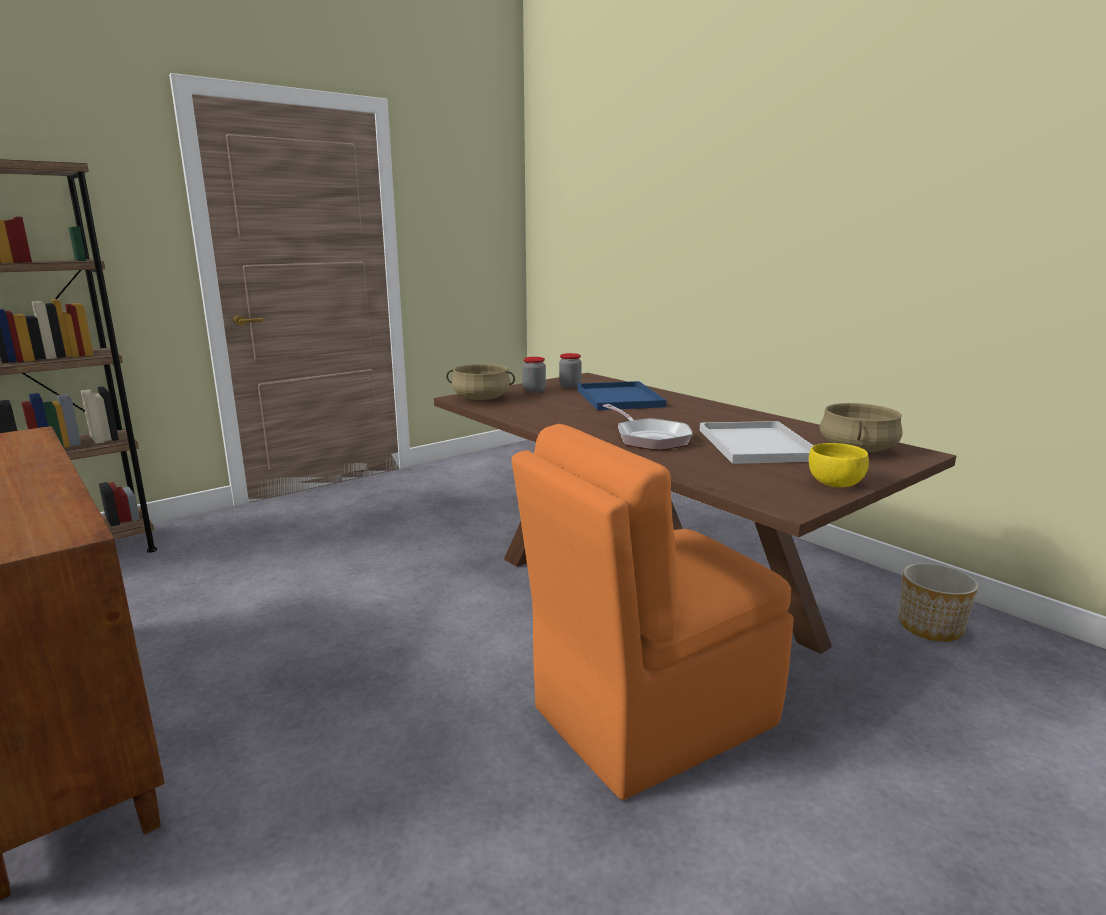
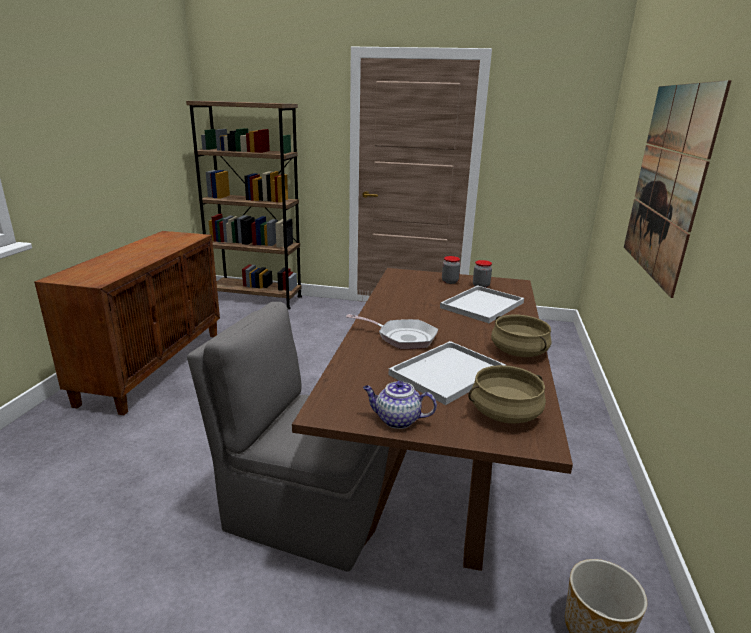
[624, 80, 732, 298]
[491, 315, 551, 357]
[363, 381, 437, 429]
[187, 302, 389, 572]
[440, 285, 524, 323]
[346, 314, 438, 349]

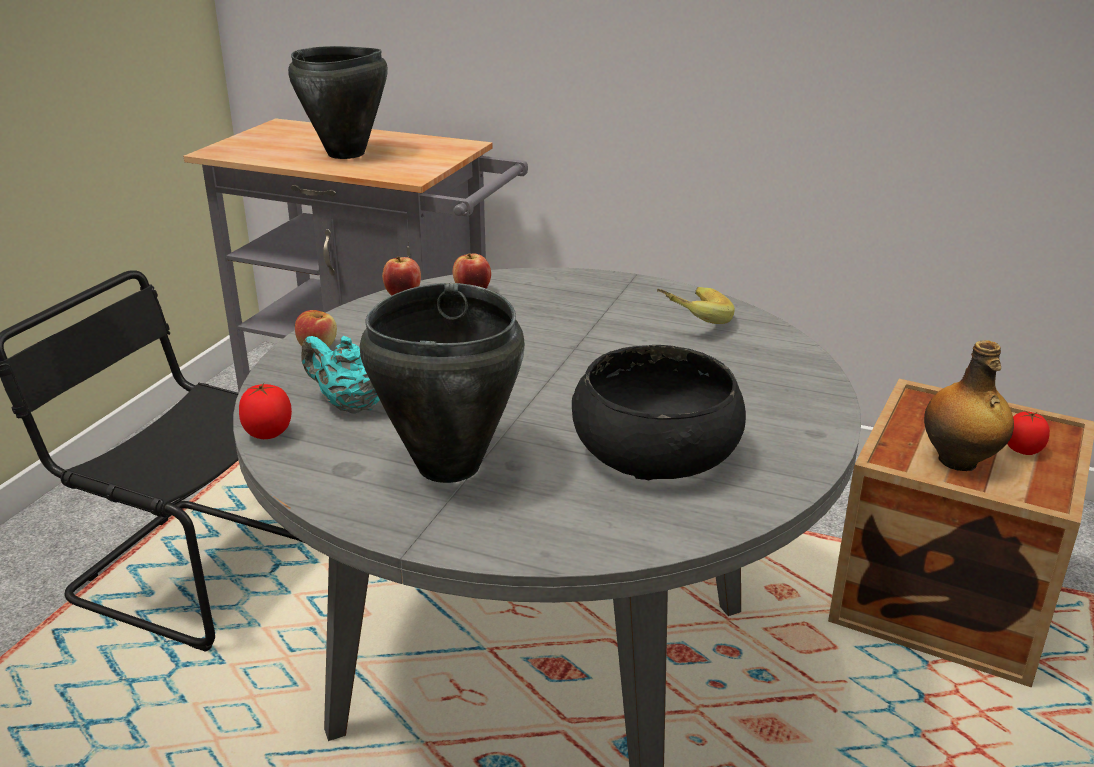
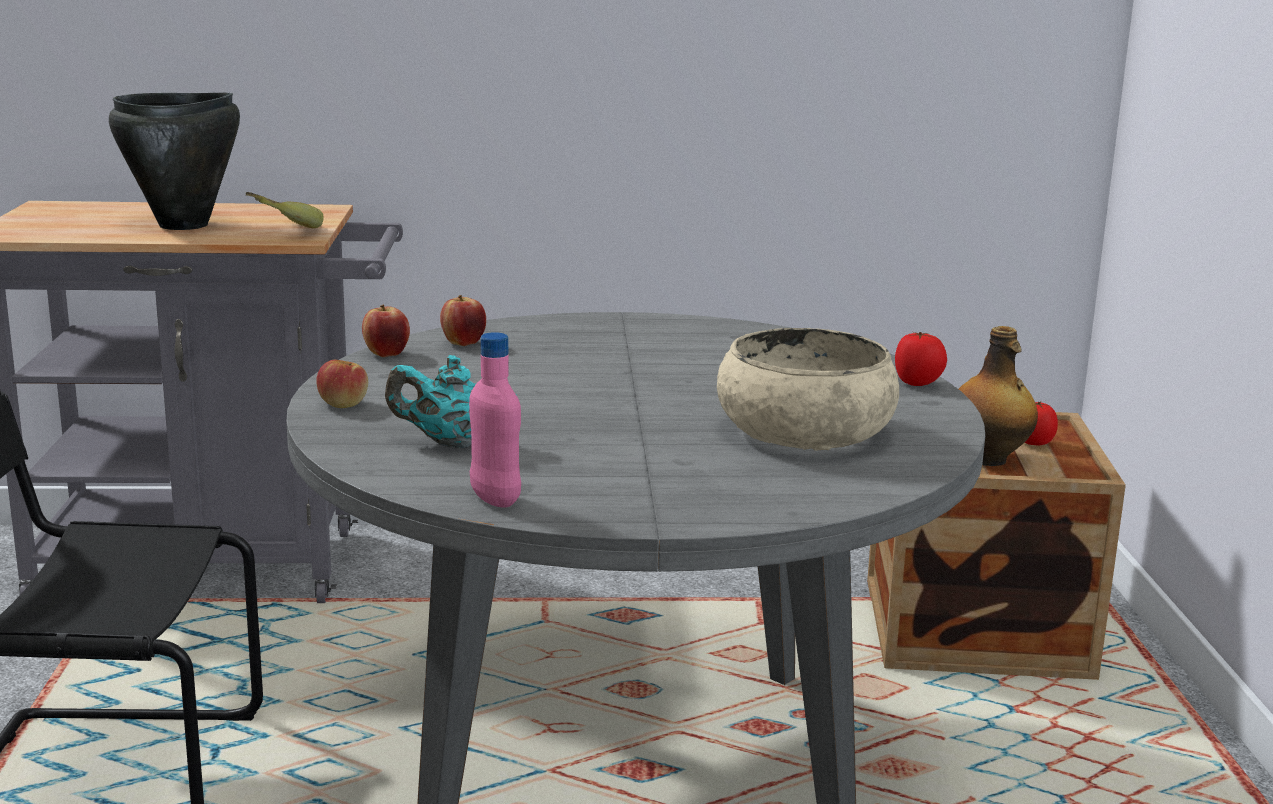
[360, 283, 525, 483] (first image)
[469, 332, 521, 507]
[895, 332, 947, 386]
[246, 192, 323, 228]
[717, 328, 899, 451]

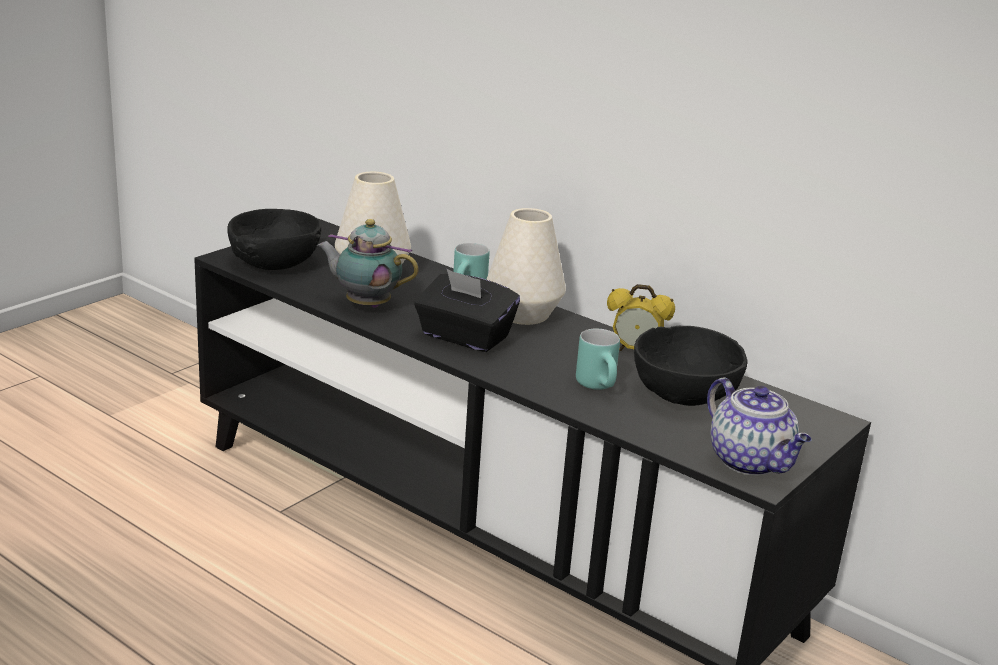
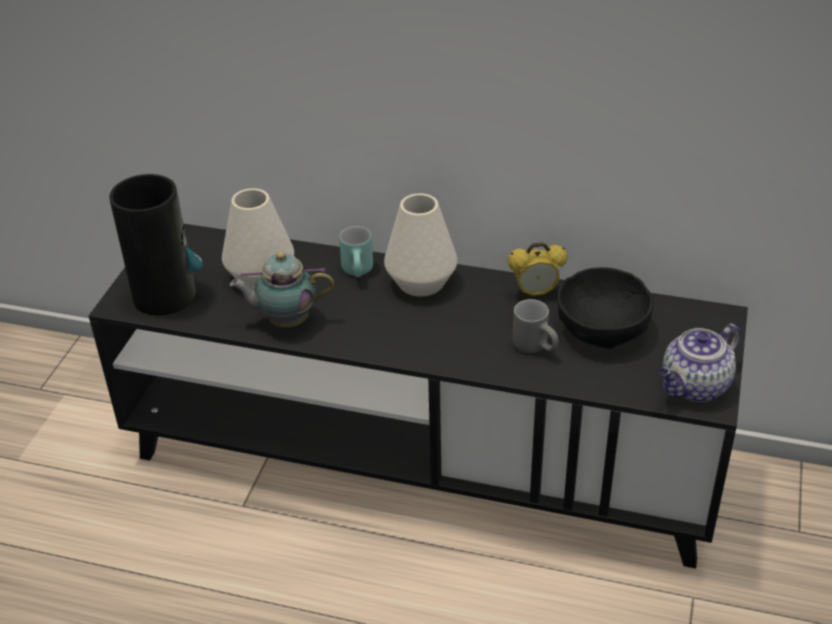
[414, 269, 520, 352] (first image)
[109, 174, 203, 315]
[513, 299, 559, 353]
[659, 324, 741, 402]

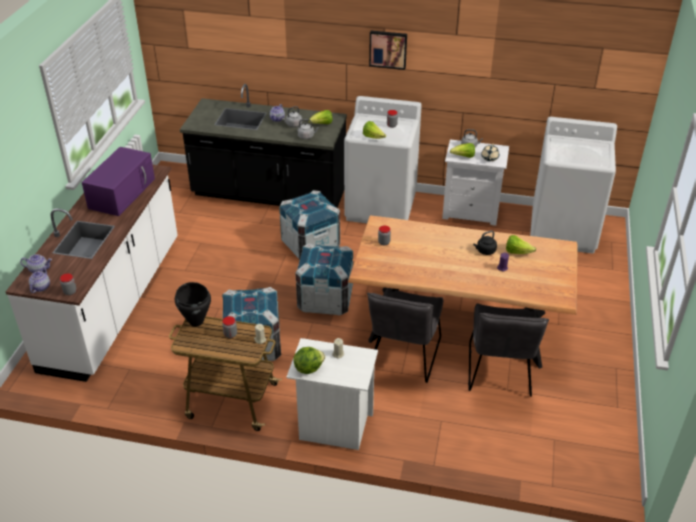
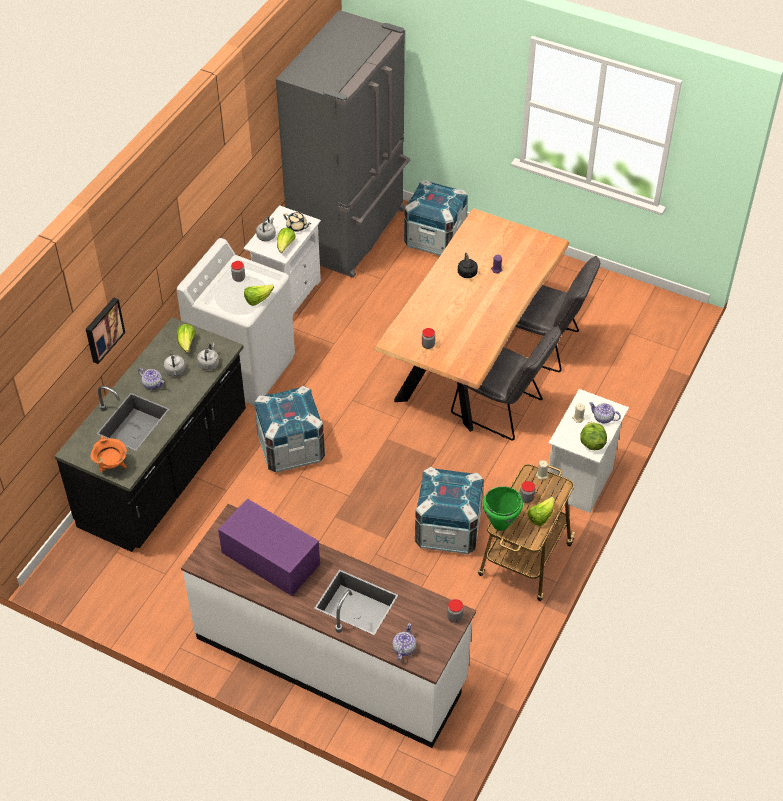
[90, 436, 127, 472]
[589, 402, 621, 424]
[404, 180, 468, 256]
[86, 298, 125, 364]
[527, 497, 555, 526]
[276, 10, 410, 278]
[483, 486, 523, 531]

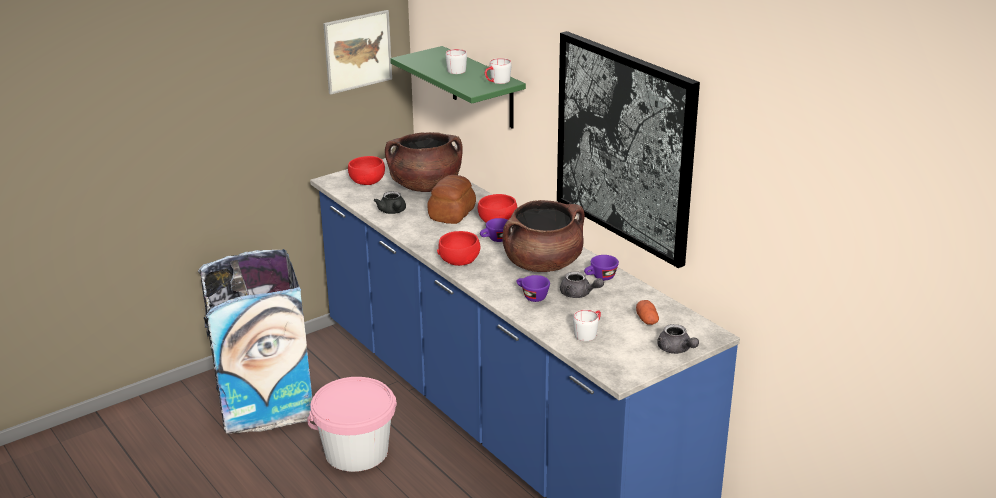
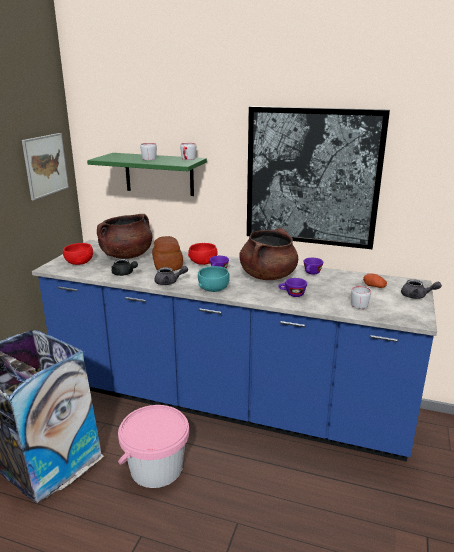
[154, 266, 188, 285]
[198, 266, 230, 292]

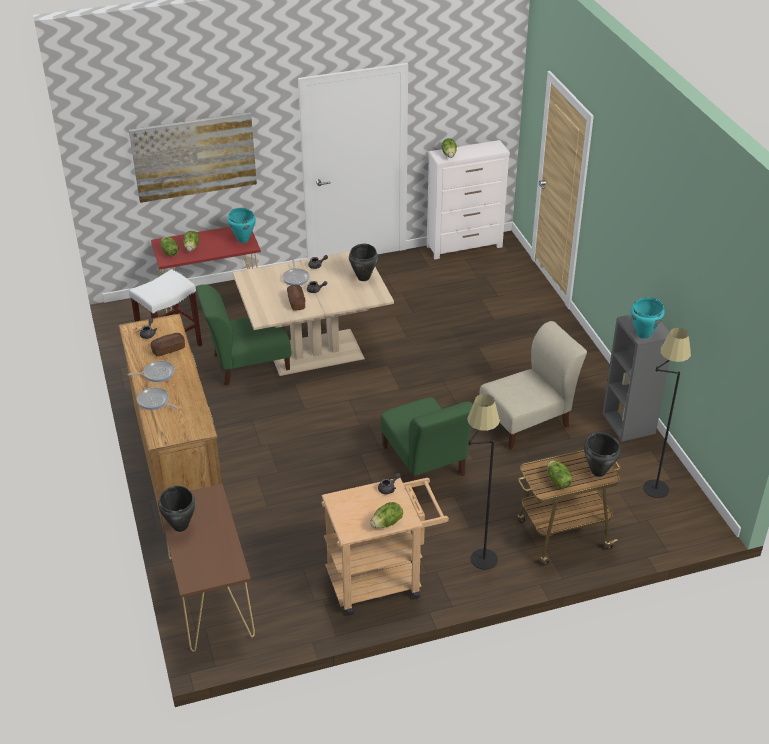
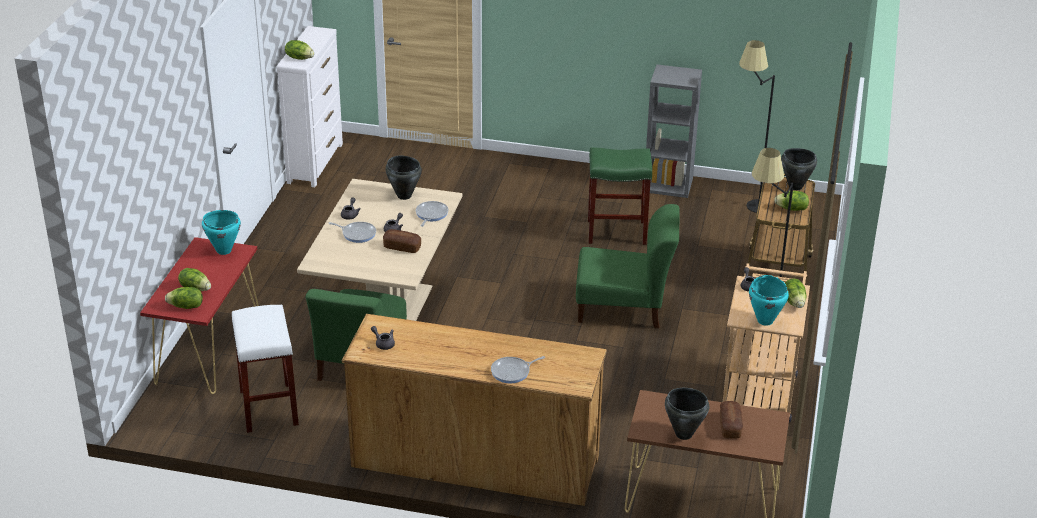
[129, 112, 257, 203] (first image)
[416, 201, 448, 227]
[720, 401, 743, 439]
[749, 275, 789, 326]
[588, 147, 652, 245]

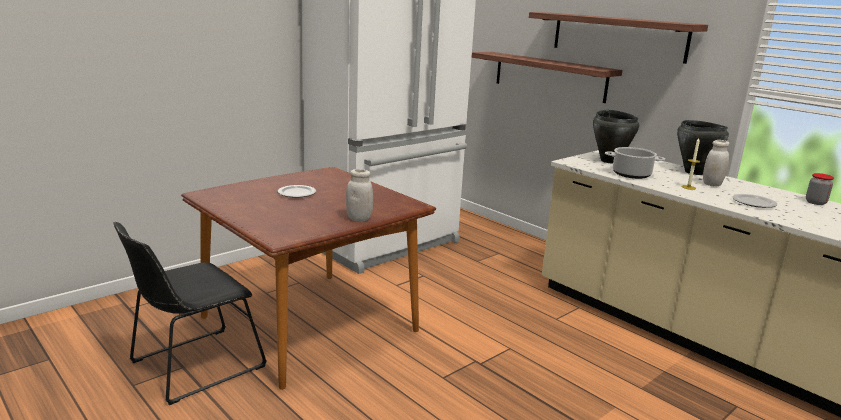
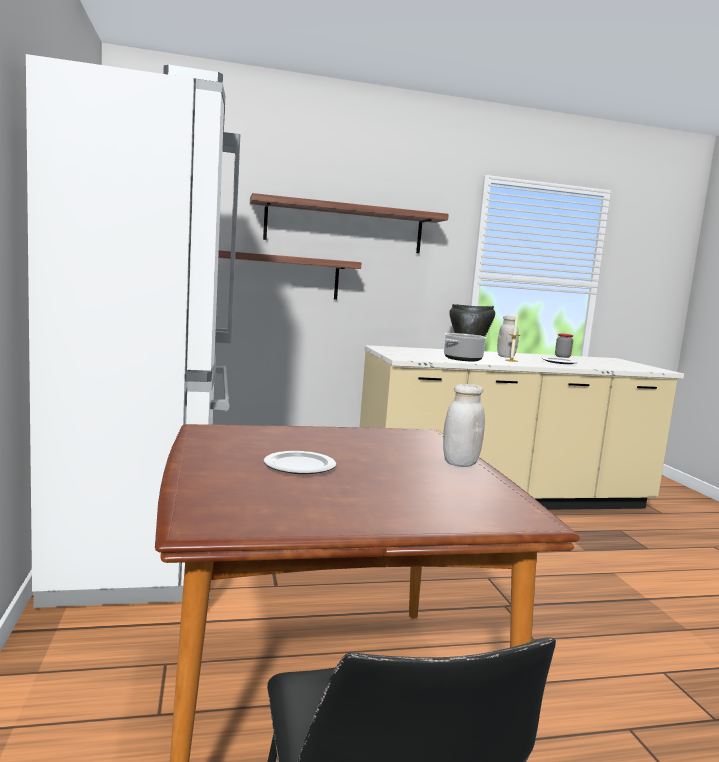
[593, 110, 639, 164] (first image)

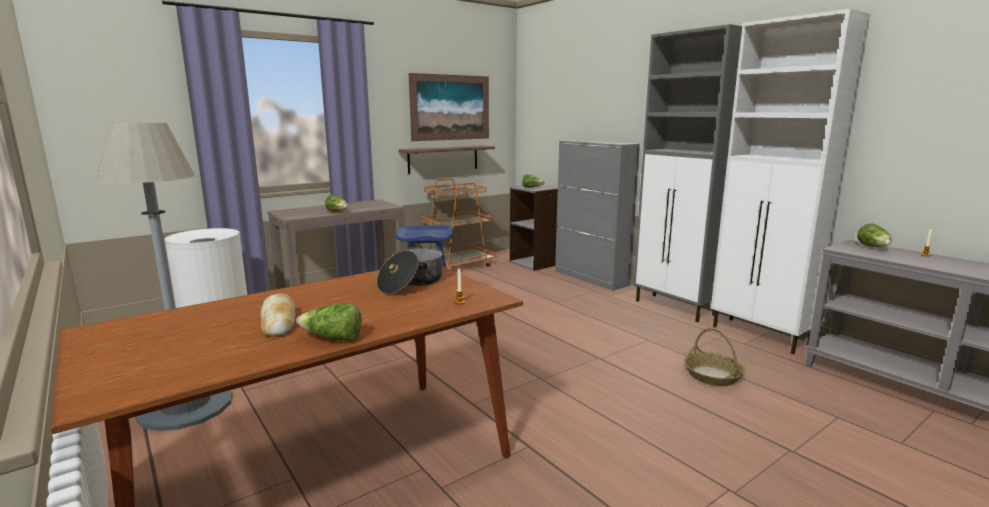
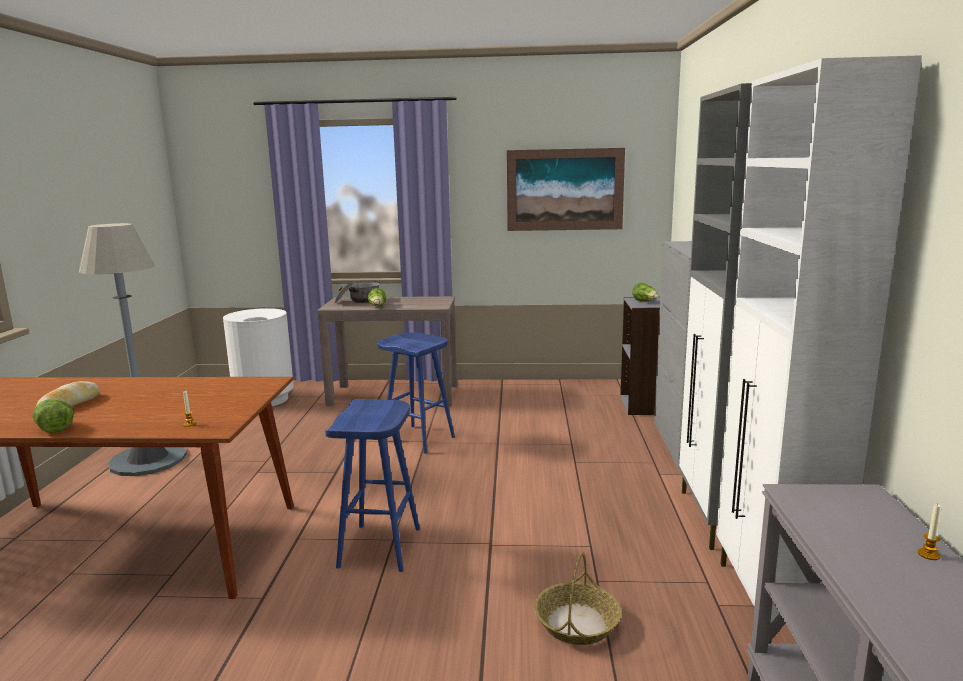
[399, 145, 495, 174] (first image)
[421, 178, 496, 270] (first image)
[857, 223, 892, 247] (first image)
[325, 399, 420, 572]
[334, 280, 380, 303]

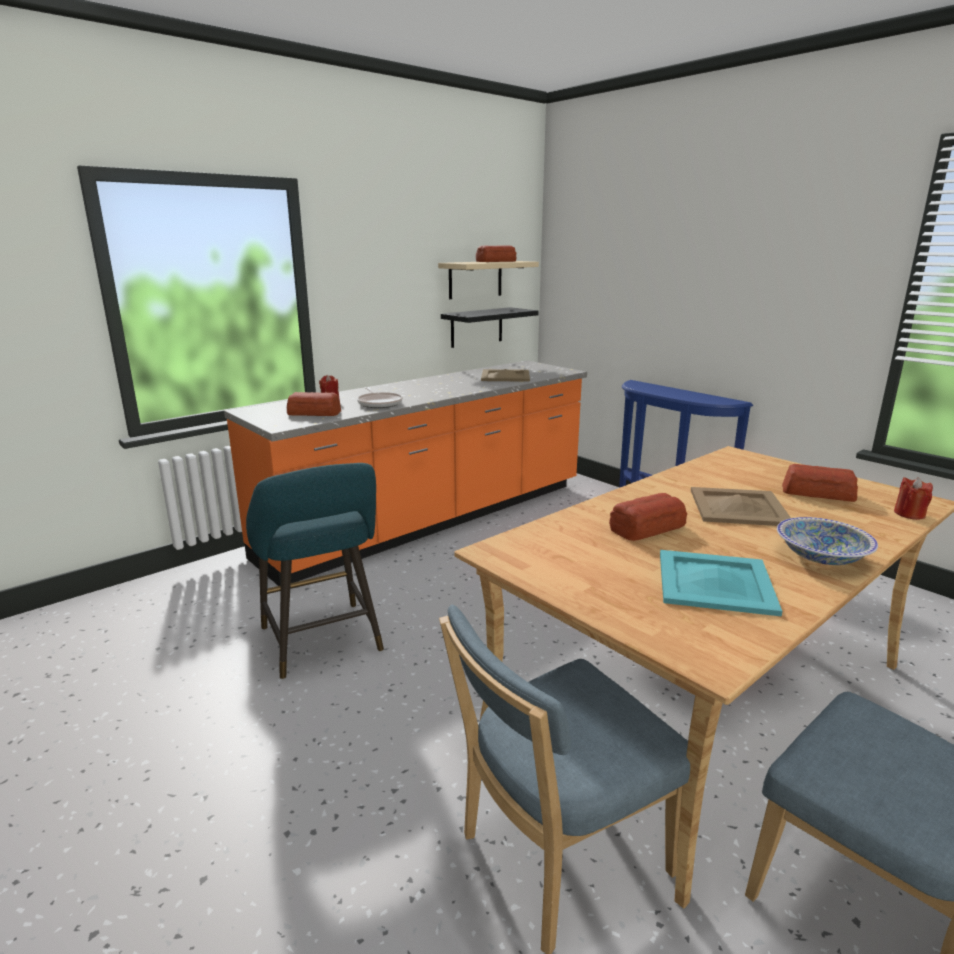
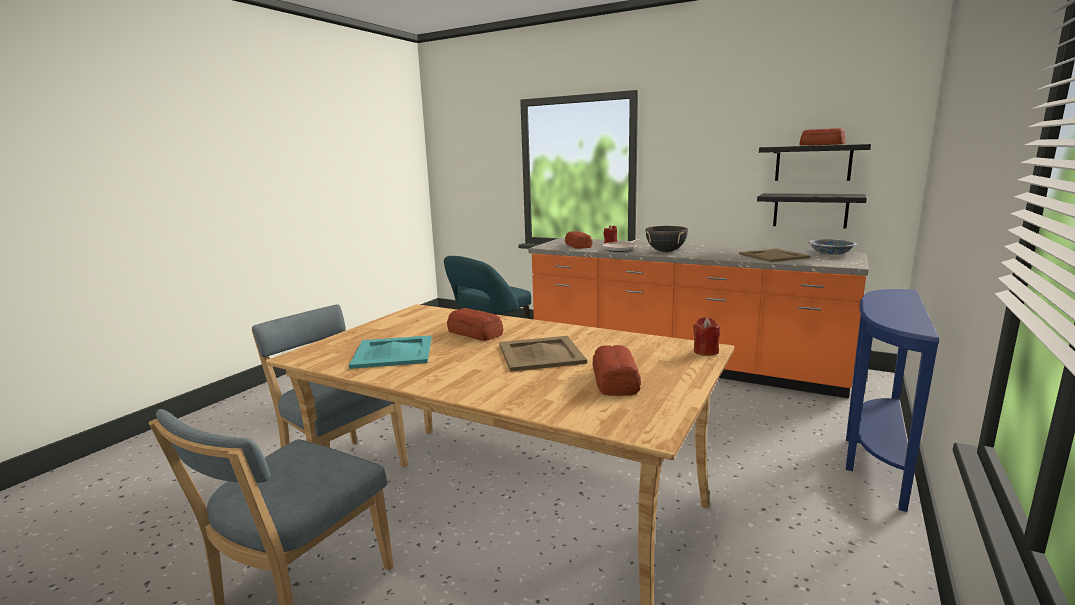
[645, 226, 688, 252]
[808, 239, 857, 255]
[693, 317, 720, 356]
[759, 144, 871, 181]

